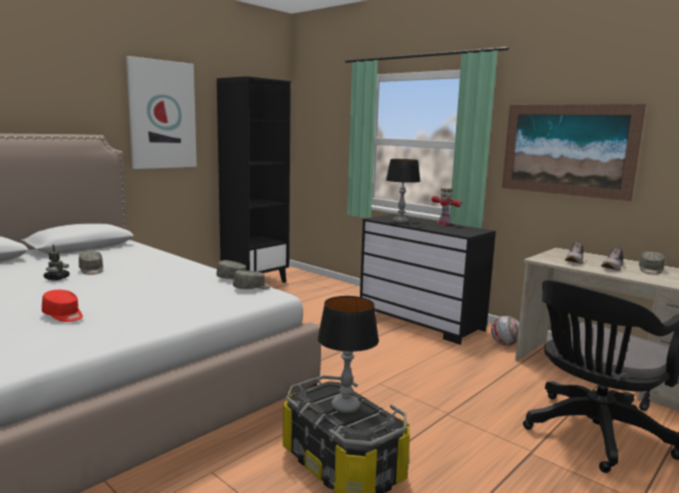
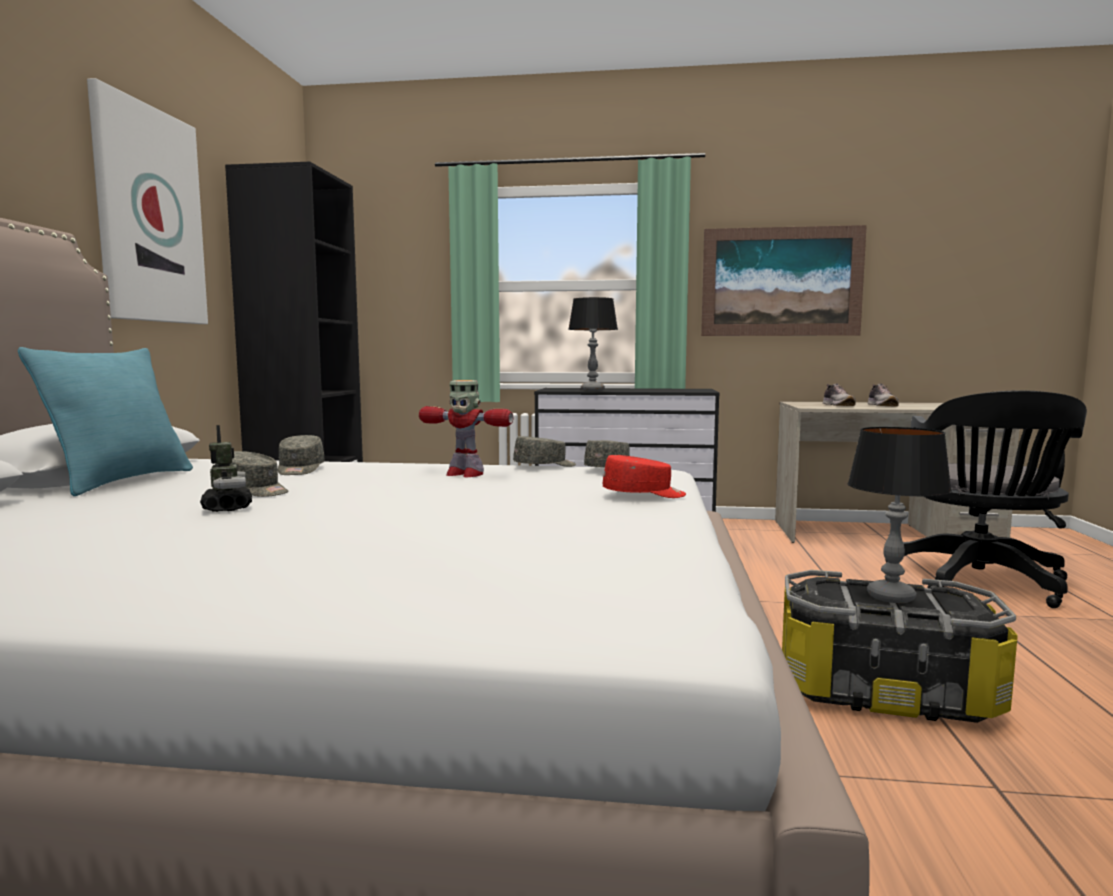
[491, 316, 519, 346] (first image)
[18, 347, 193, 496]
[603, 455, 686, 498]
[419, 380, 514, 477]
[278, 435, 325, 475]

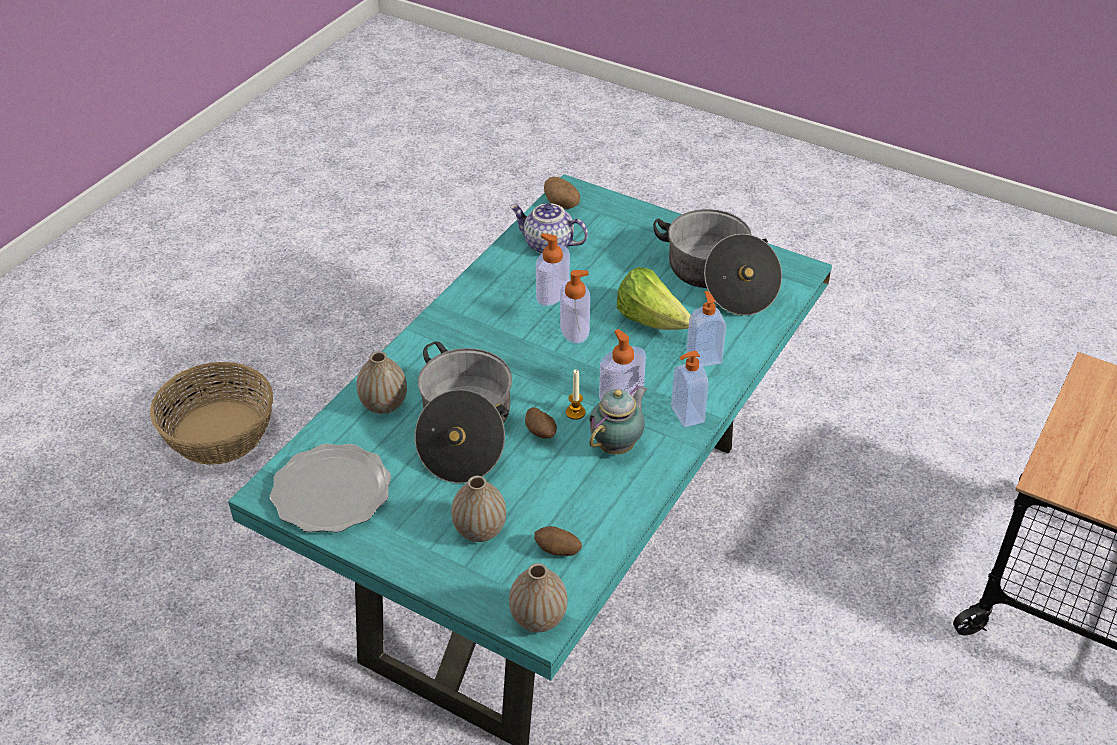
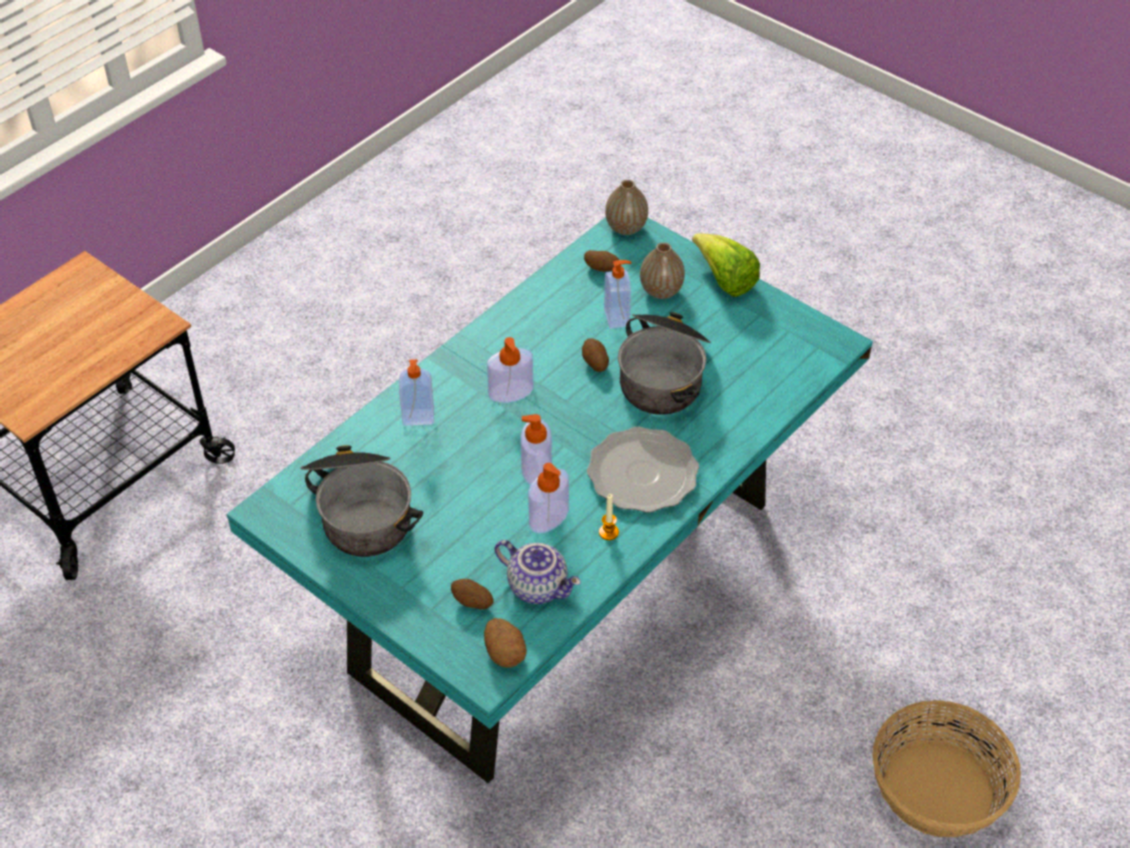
[356, 351, 407, 414] (first image)
[589, 384, 647, 454] (first image)
[451, 579, 493, 610]
[587, 427, 699, 513]
[599, 494, 619, 540]
[692, 234, 760, 297]
[604, 260, 632, 329]

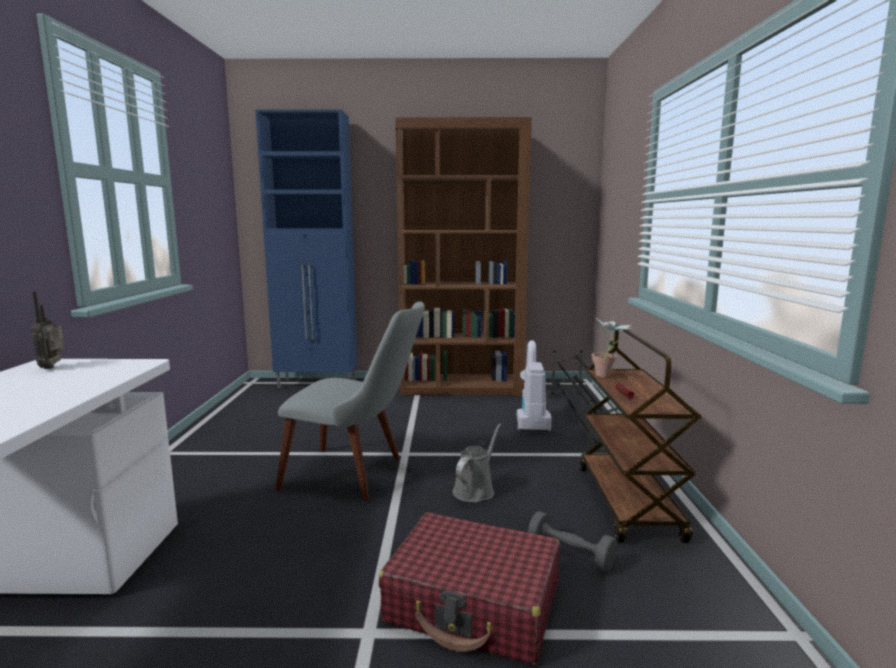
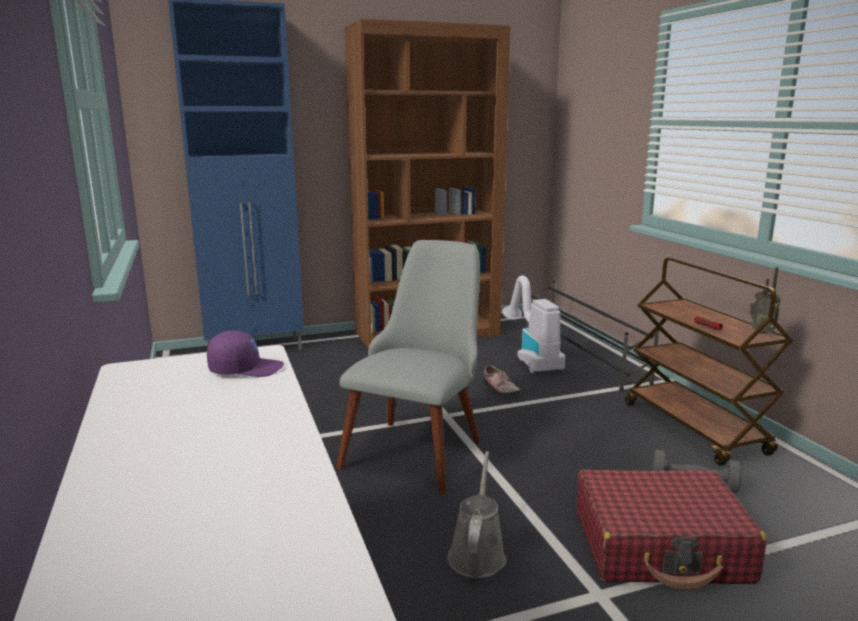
[592, 316, 632, 378] (first image)
[207, 330, 284, 377]
[483, 366, 521, 395]
[749, 267, 781, 334]
[447, 451, 506, 578]
[336, 240, 480, 495]

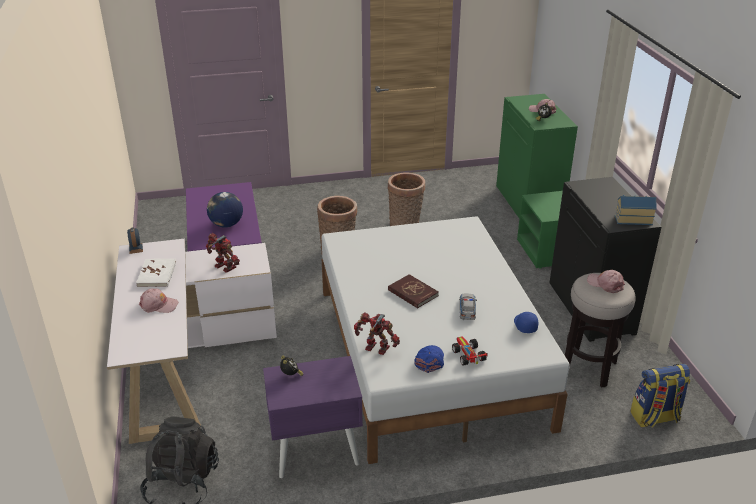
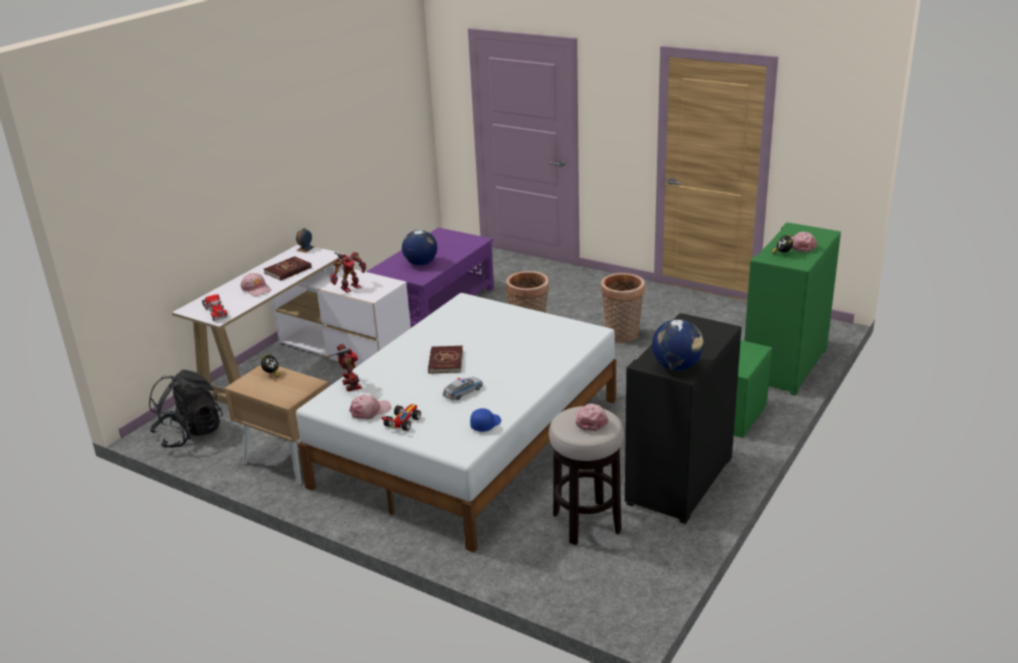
[630, 364, 690, 428] (first image)
[202, 294, 228, 321]
[652, 319, 704, 371]
[264, 256, 312, 280]
[224, 365, 328, 485]
[349, 395, 391, 419]
[330, 252, 366, 293]

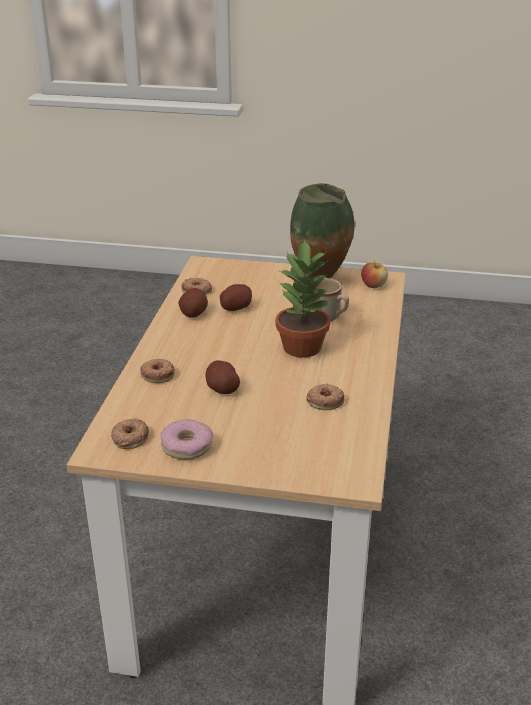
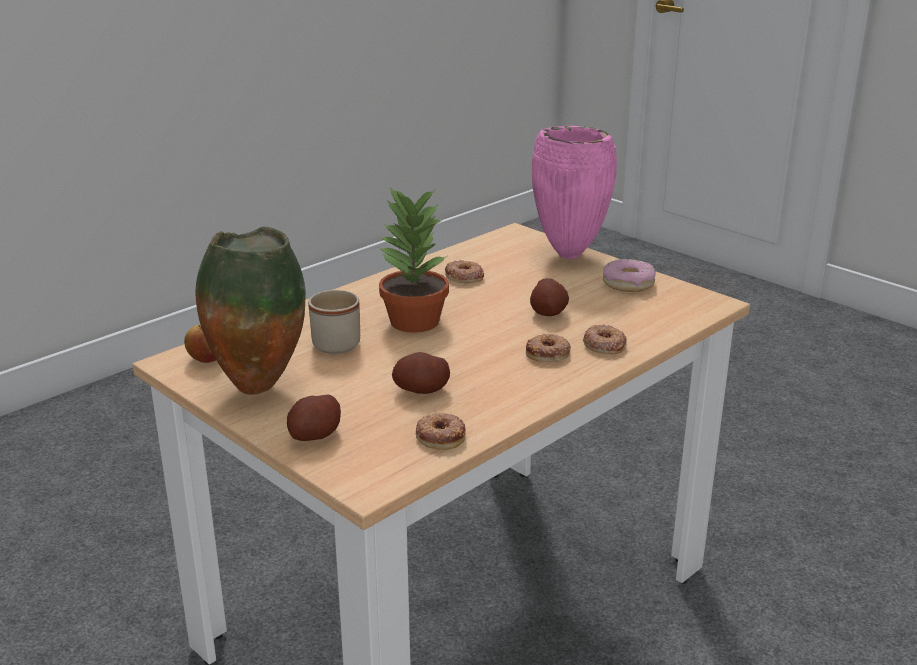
[532, 126, 617, 259]
[526, 334, 571, 362]
[287, 394, 341, 441]

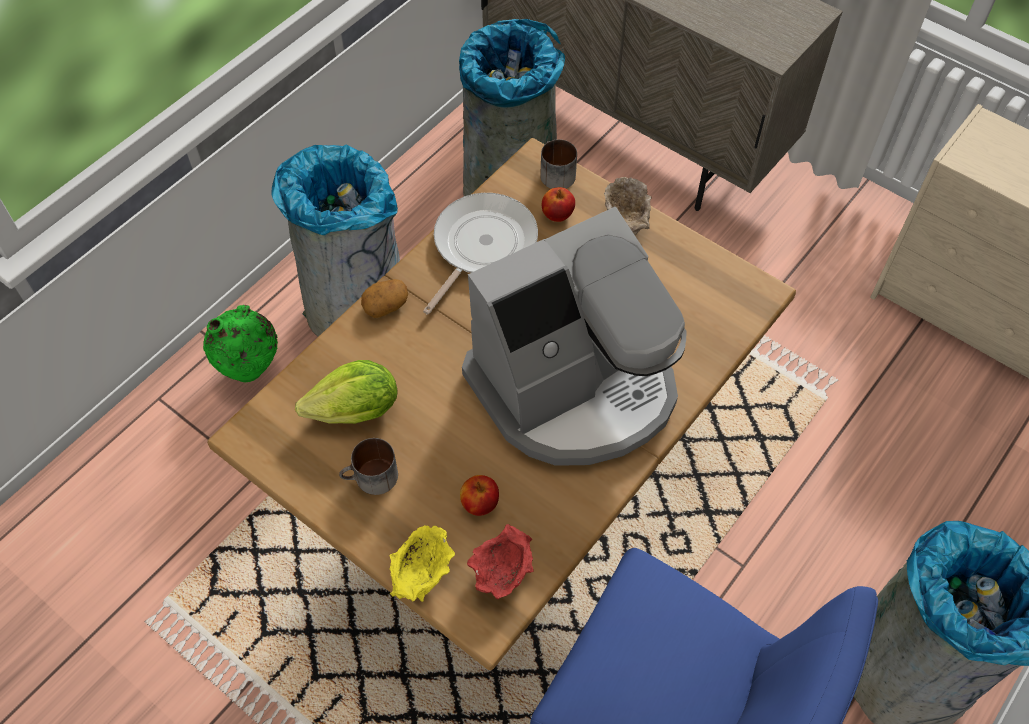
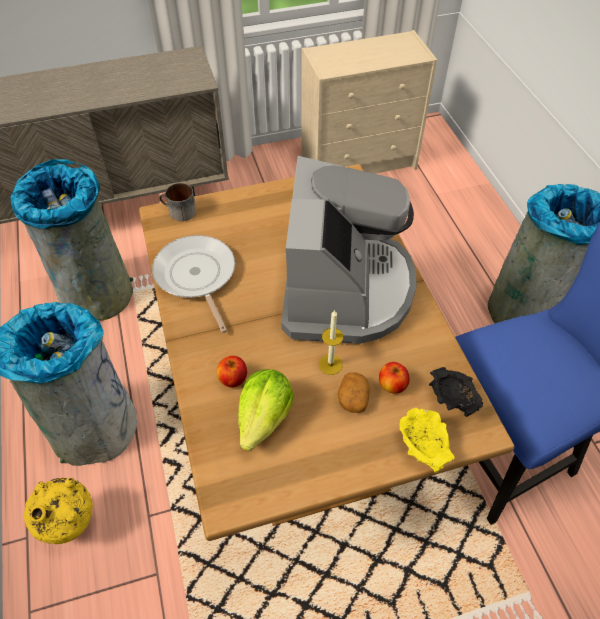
[339, 438, 398, 495] (first image)
[604, 177, 652, 235] (first image)
[319, 310, 343, 375]
[338, 372, 370, 413]
[217, 356, 247, 388]
[24, 478, 93, 544]
[429, 367, 483, 417]

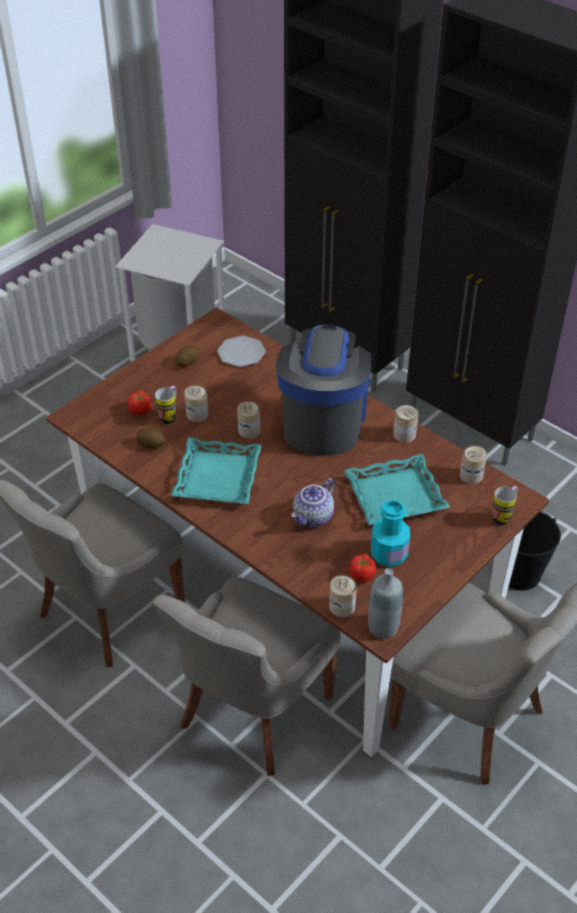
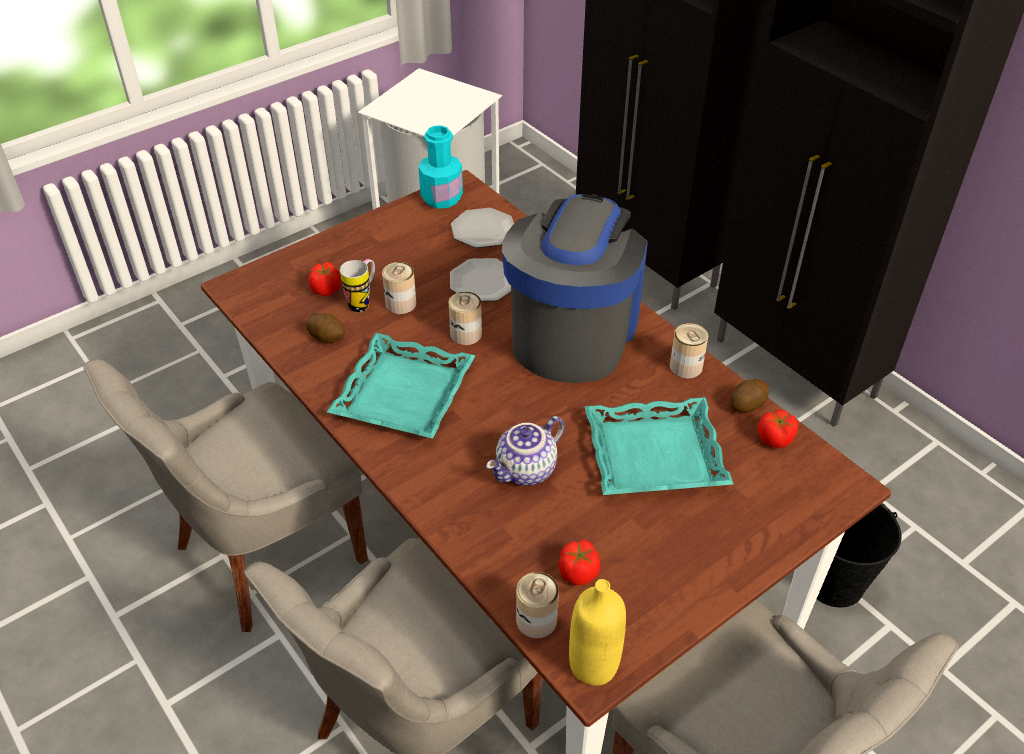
[492, 486, 518, 526] (first image)
[450, 258, 511, 302]
[730, 379, 769, 413]
[418, 125, 463, 209]
[757, 410, 798, 448]
[569, 579, 626, 686]

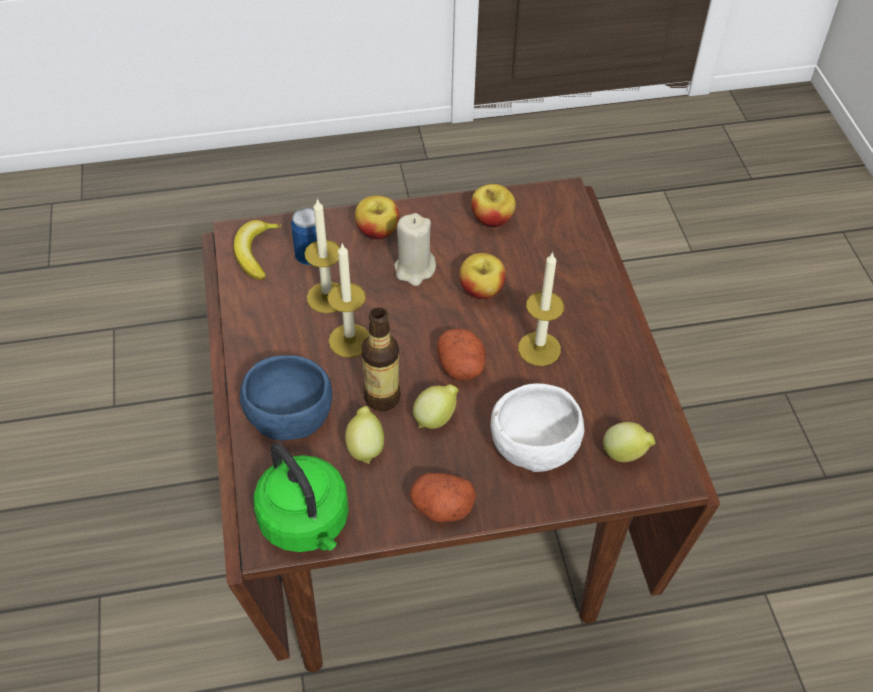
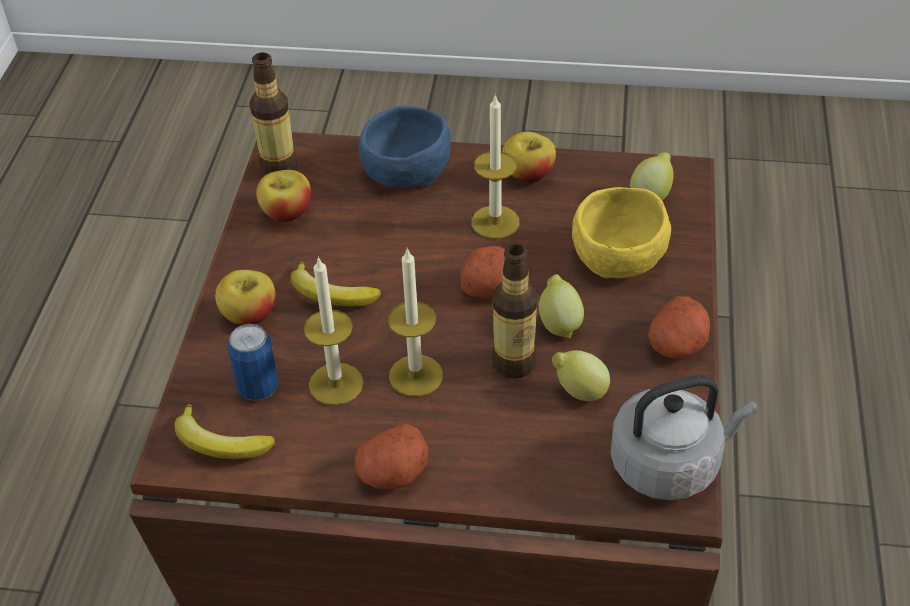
[249, 53, 297, 175]
[354, 424, 428, 489]
[359, 106, 451, 188]
[502, 132, 556, 183]
[291, 262, 381, 306]
[610, 376, 758, 500]
[572, 187, 671, 278]

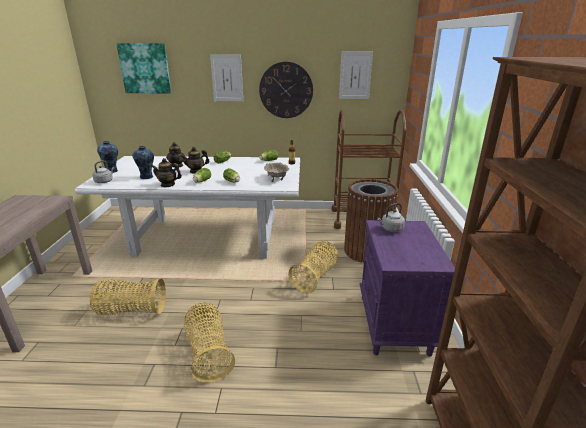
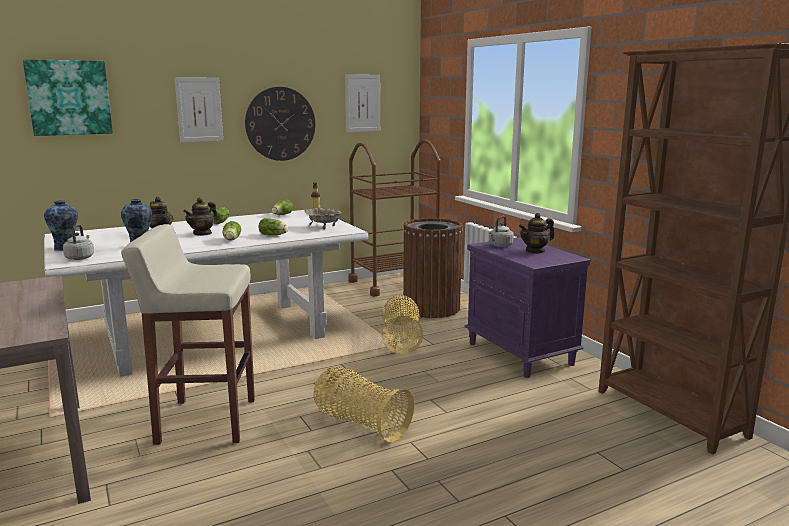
[519, 213, 555, 254]
[121, 224, 255, 445]

